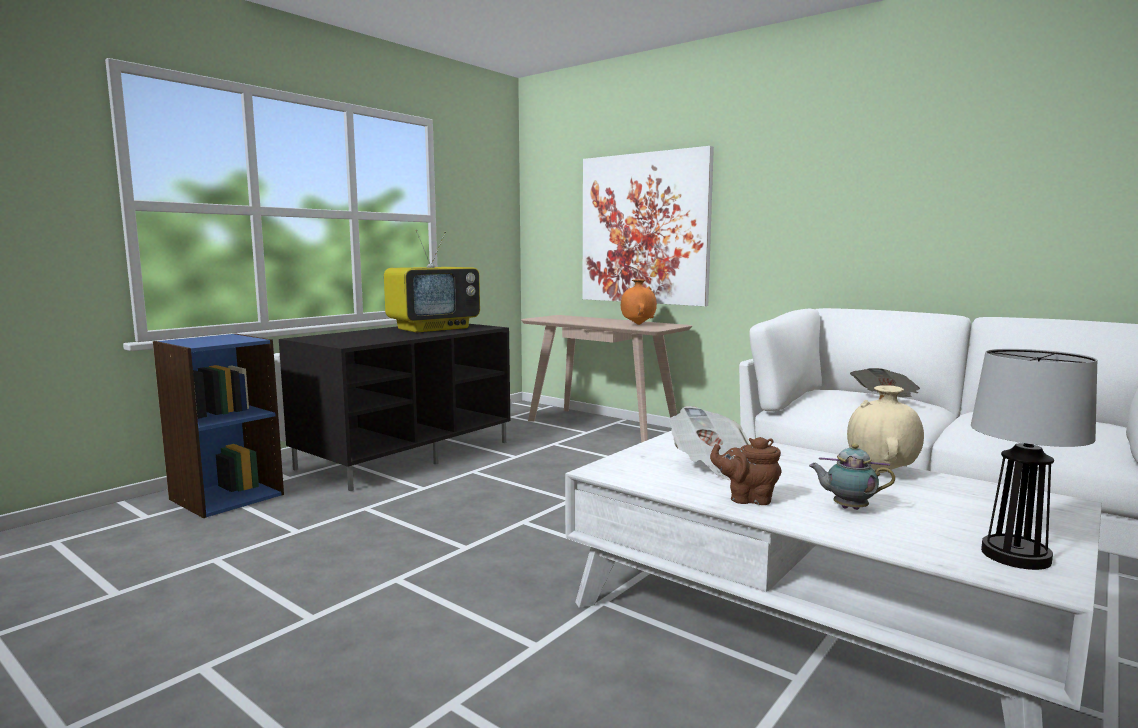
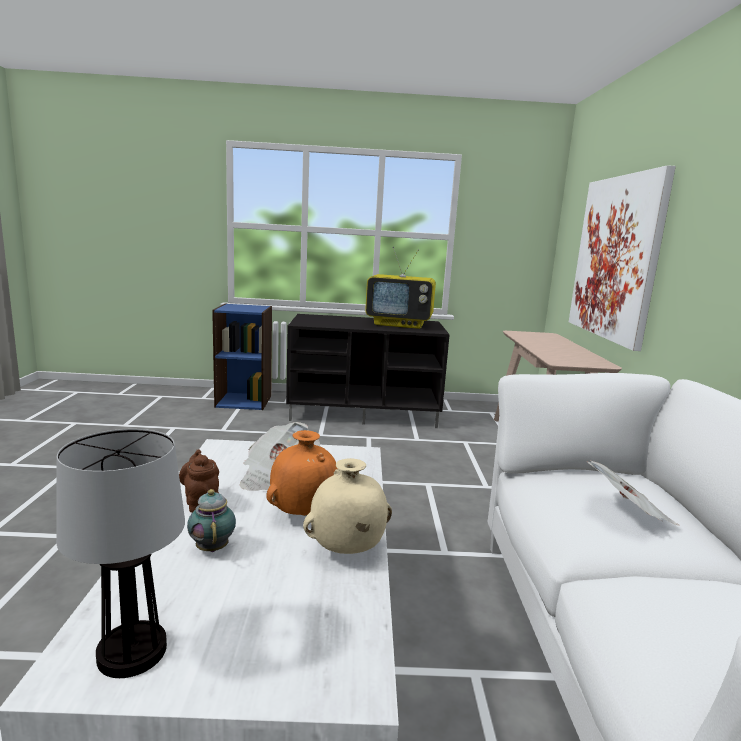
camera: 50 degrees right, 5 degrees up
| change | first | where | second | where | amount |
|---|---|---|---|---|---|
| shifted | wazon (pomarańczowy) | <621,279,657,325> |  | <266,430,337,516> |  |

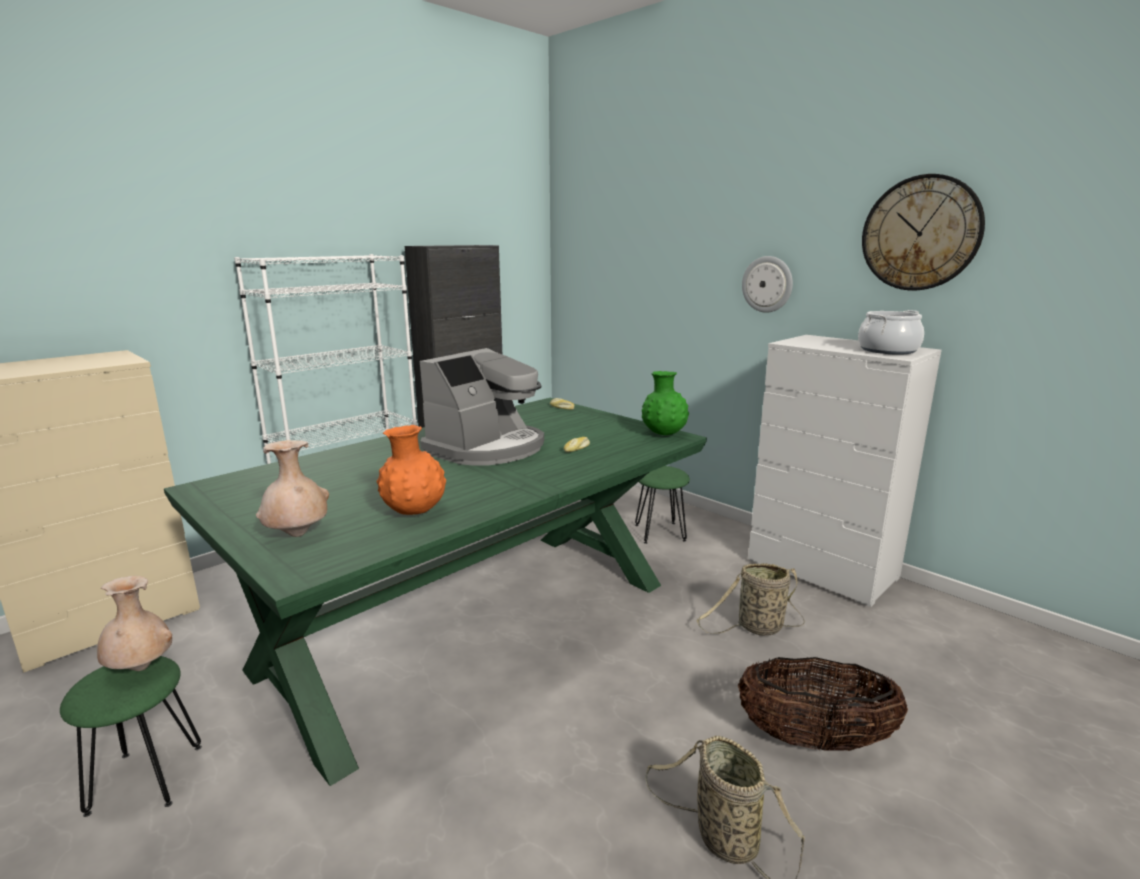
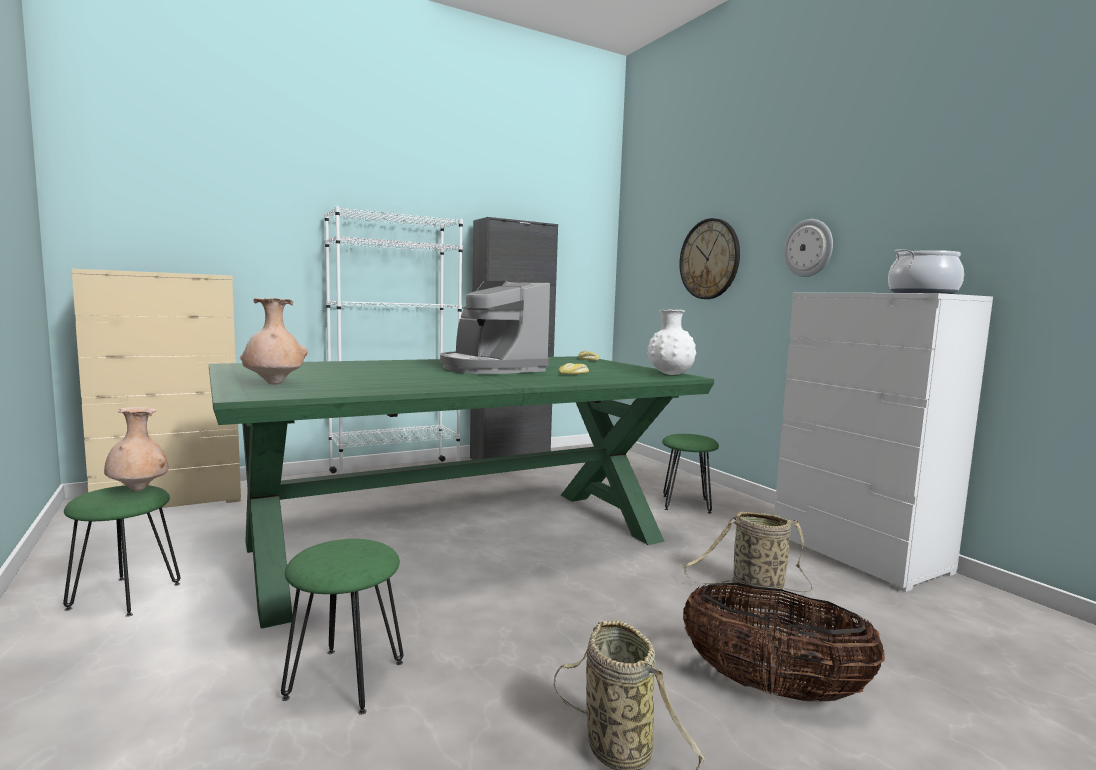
camera: 15 degrees right, 10 degrees down
| change | first | where | second | where | amount |
|---|---|---|---|---|---|
| gone | wazon (pomarańczowy) | <376,425,446,515> |  |  |  |
| rotated | ekspres do kawy | <420,348,544,466> |  | <440,281,550,374> | 90 degrees clockwise |
| repainted | wazon (zielony) | <642,371,689,435> | wazon (biały) | <647,309,696,375> |  |
| shifted | zegar ścienny | <862,174,985,290> |  | <679,218,740,299> |  |
| new |  |  | stołek (zielony) | <281,539,403,715> |  |

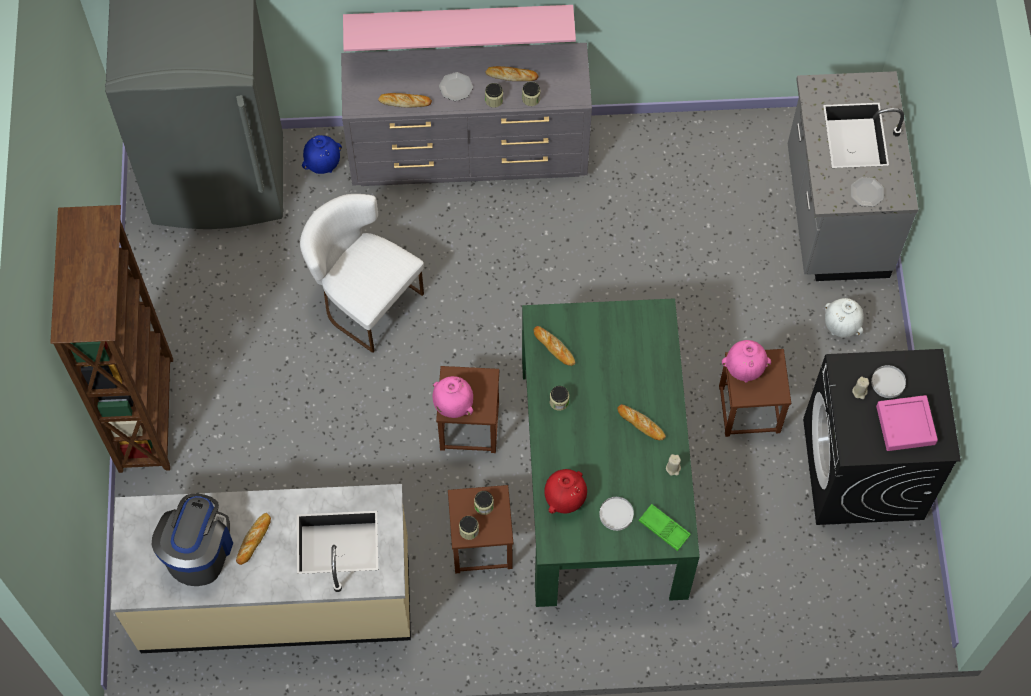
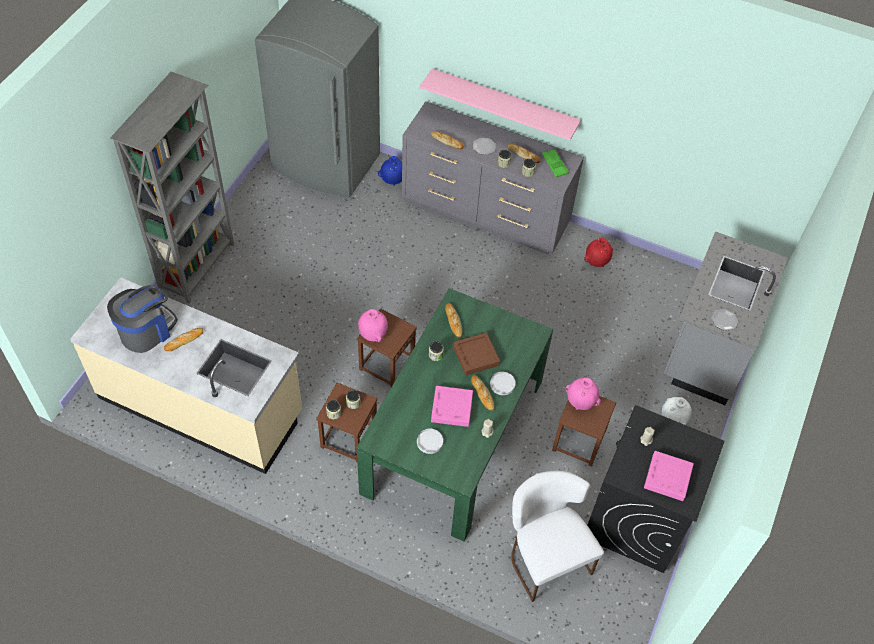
camera: 25 degrees right, 10 degrees down
| change | first | where | second | where | amount |
|---|---|---|---|---|---|
| repainted | regał (brązowy) | <50,205,173,473> | regał (szary) | <110,71,234,303> |  |
| shifted | krzesło (biały) | <300,194,424,353> |  | <511,471,604,602> |  |
| shifted | wazon (czerwony) | <544,469,587,514> |  | <584,238,613,267> |  |
| shifted | taca (zielony) | <639,504,691,551> |  | <542,149,569,177> |  |
| shifted | talerz (biały) | <871,365,906,398> |  | <490,372,516,395> |  |
| new |  |  | taca (różowy) | <431,386,473,427> |  |
| new |  |  | taca (brązowy) | <453,332,500,375> |  |

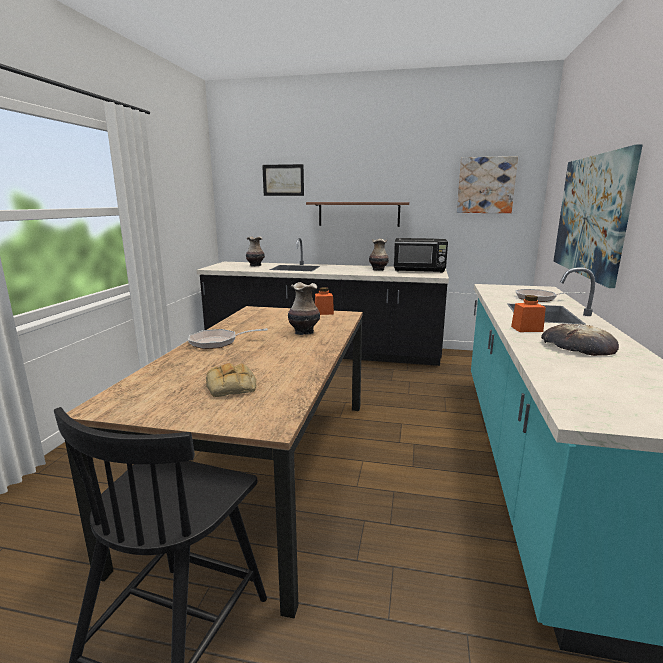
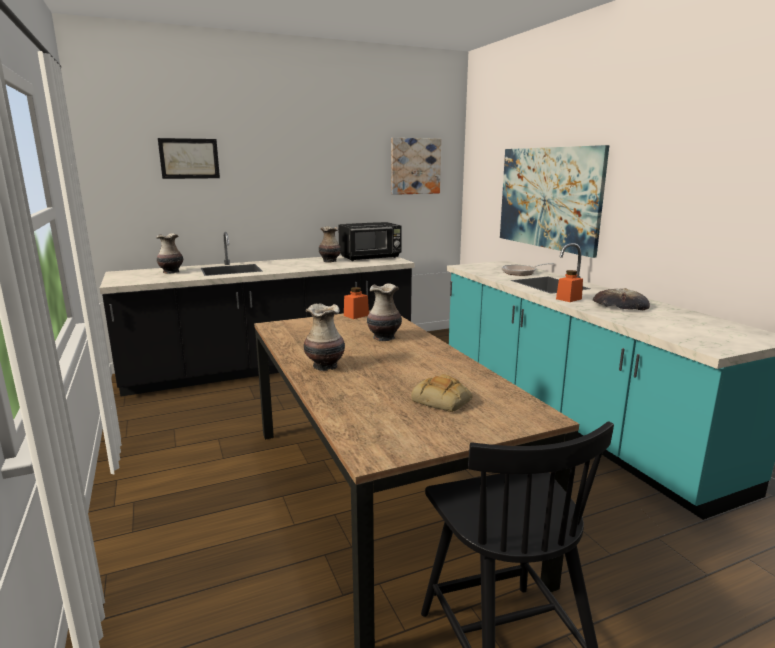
camera: 35 degrees left, 0 degrees up
| change | first | where | second | where | amount |
|---|---|---|---|---|---|
| swapped | patelnia | <188,328,268,349> | wazon | <304,303,345,371> |  |
| gone | półka | <306,202,410,227> |  |  |  |

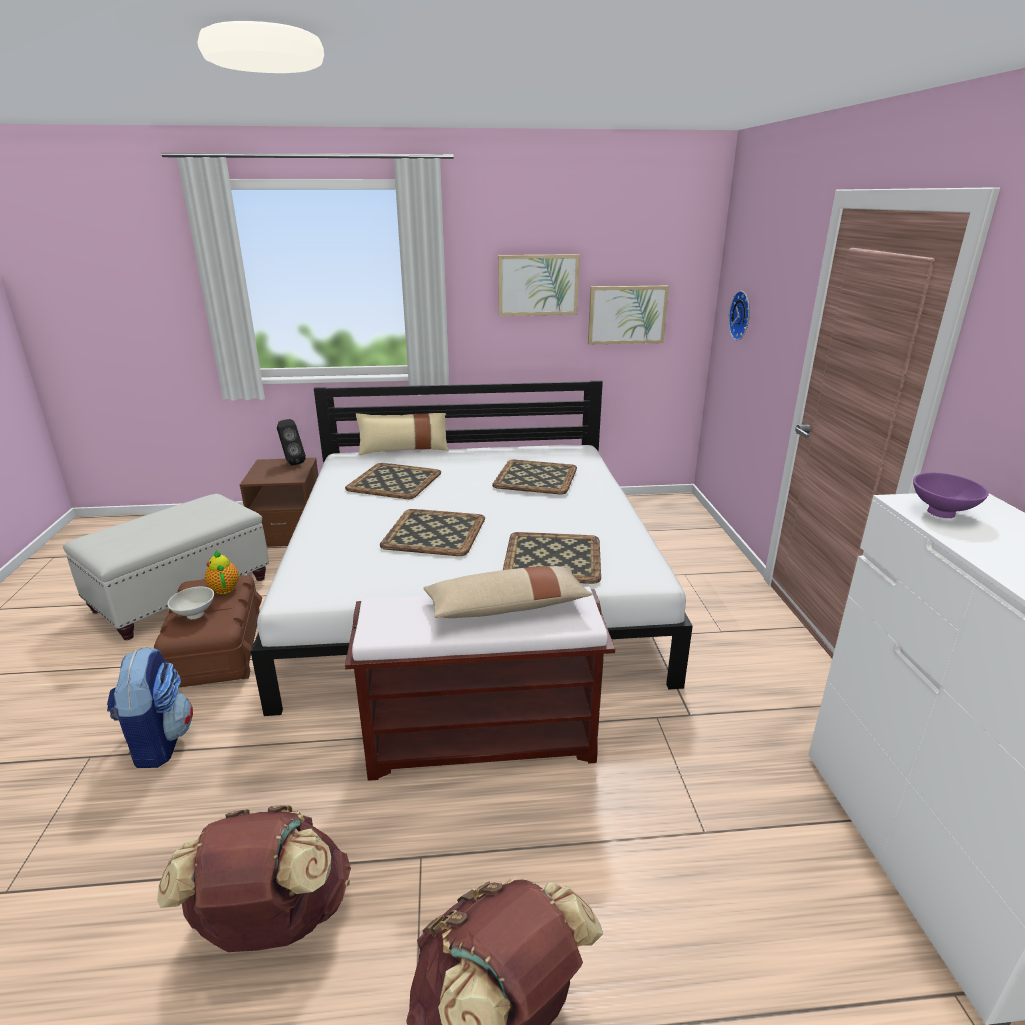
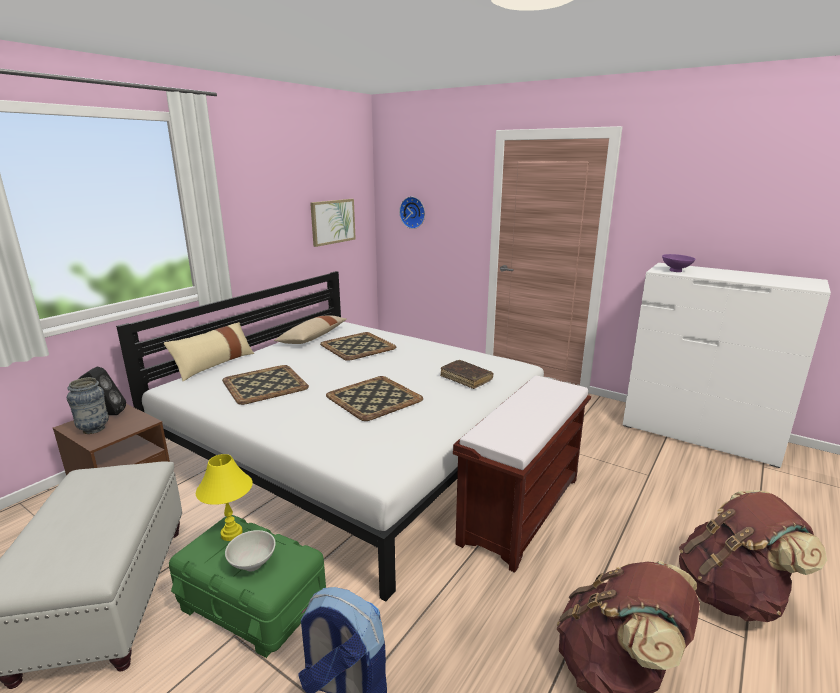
camera: 50 degrees left, 5 degrees down
| change | first | where | second | where | amount |
|---|---|---|---|---|---|
| repainted | pojemnik do przechowywania (brązowy) | <154,575,262,687> | pojemnik do przechowywania (zielony) | <169,515,326,658> |  |
| swapped | imbryk | <205,549,239,594> | lampa stołowa (żółty) | <196,454,253,541> |  |
| shifted | poduszka (beżowy) | <424,566,593,618> |  | <274,315,347,344> |  |
| gone | obraz | <498,254,580,316> |  |  |  |
| swapped | taca | <503,532,601,584> | książka (brązowy) | <440,360,493,389> |  |
| new |  |  | wazon | <67,377,109,434> |  |

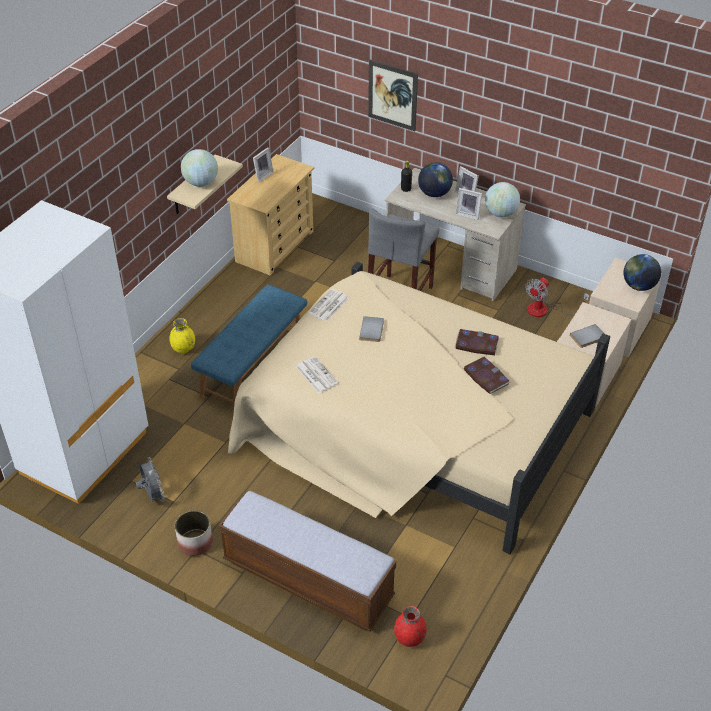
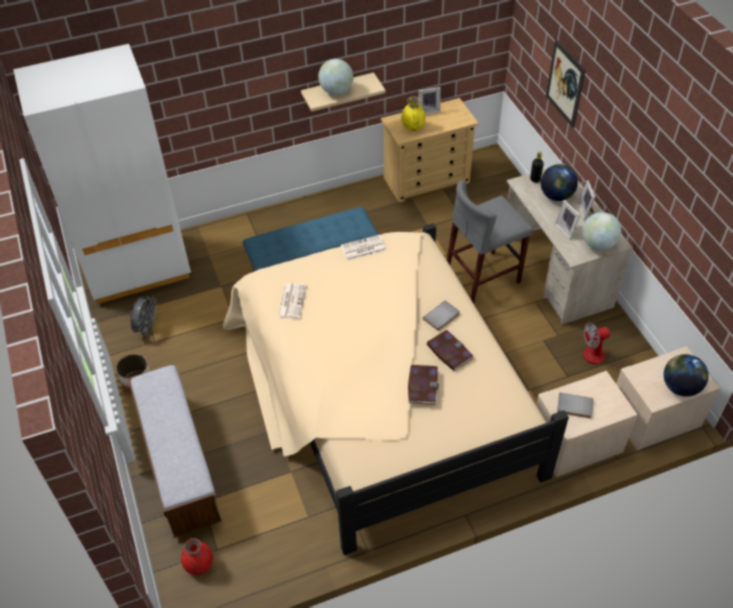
camera: 40 degrees right, 5 degrees up
| change | first | where | second | where | amount |
|---|---|---|---|---|---|
| shifted | wazon (żółty) | <169,318,195,353> |  | <401,97,425,131> |  |
| shifted | książka (szary) | <359,316,384,342> |  | <423,300,460,331> |  |

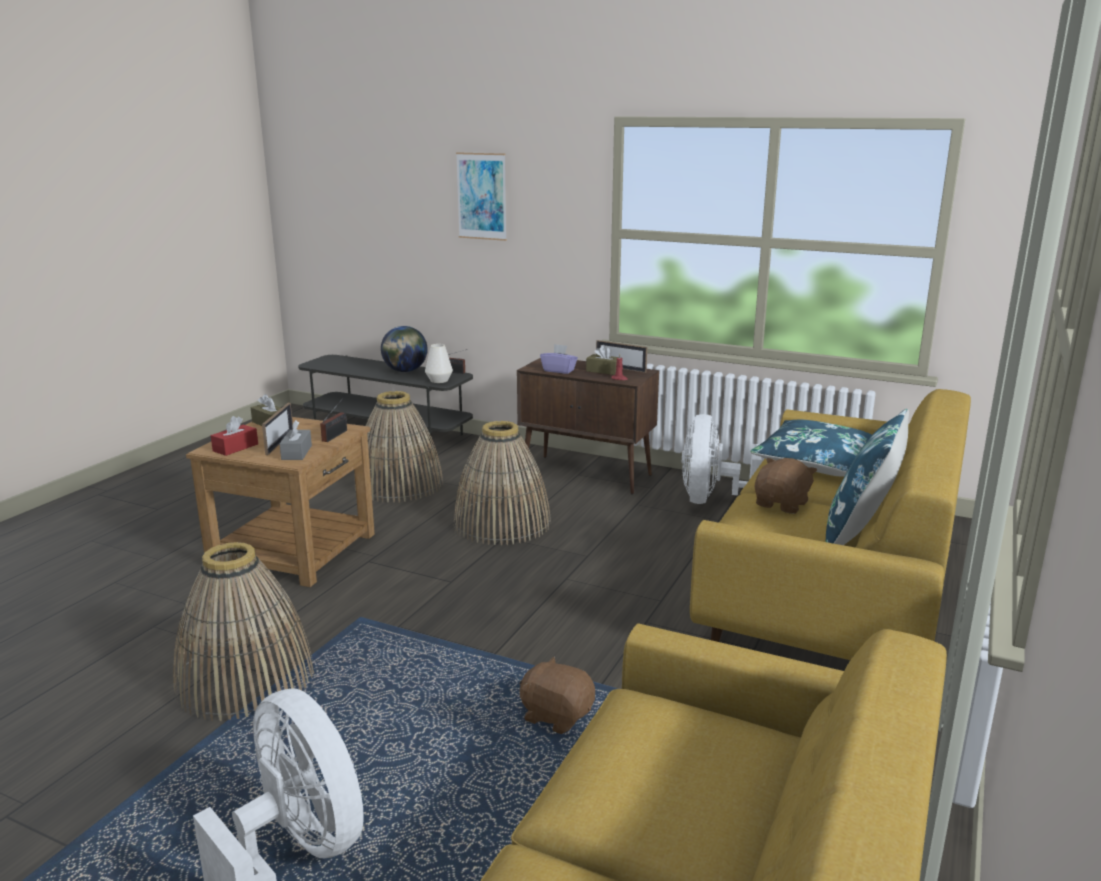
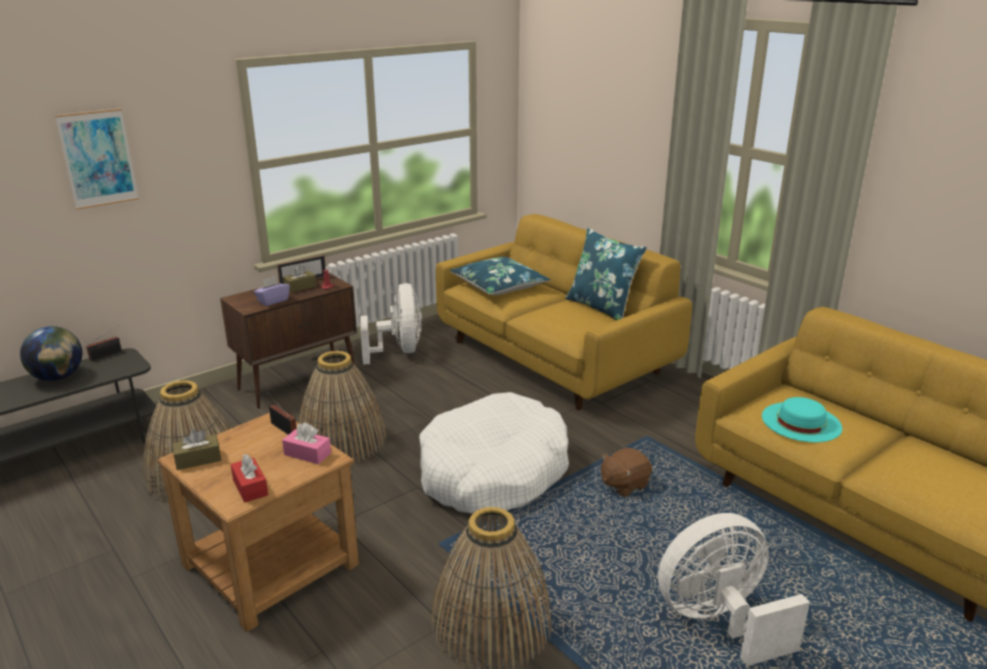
camera: 65 degrees left, 5 degrees up
| change | first | where | second | where | amount |
|---|---|---|---|---|---|
| gone | ramka na zdjęcie | <262,403,293,455> |  |  |  |
| repainted | pudełko chusteczek (szary) | <280,420,312,460> | pudełko chusteczek (różowy) | <282,423,331,464> |  |
| gone | wazon (biały) | <425,344,453,383> |  |  |  |
| rotated | wentylator (biały) | <682,414,761,504> |  | <360,283,422,365> | 135 degrees counterclockwise |
| gone | pluszak (brązowy) | <754,458,817,514> |  |  |  |
| new |  |  | legowisko (biały) | <419,392,569,514> |  |
| new |  |  | kapelusz (turkusowy) | <762,397,842,442> |  |

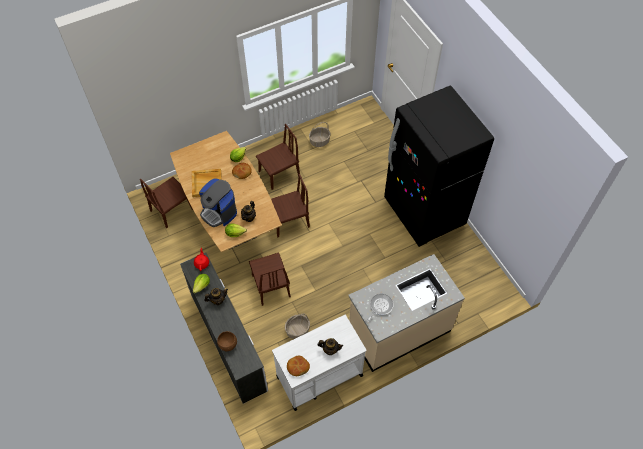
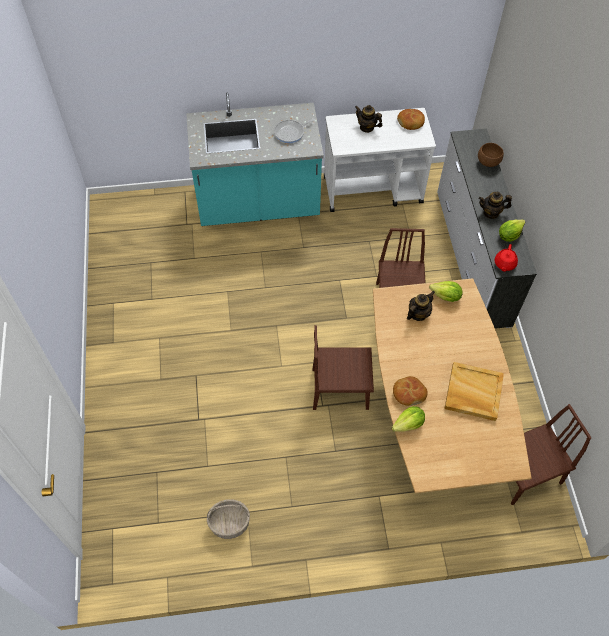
camera: 160 degrees left, 0 degrees up
| change | first | where | second | where | amount |
|---|---|---|---|---|---|
| gone | ekspres do kawy | <199,179,237,227> |  |  |  |
| gone | krzesło (brązowy) | <256,124,300,190> |  |  |  |
| gone | koszyk | <285,314,310,339> |  |  |  |
| repainted | zabudowa kuchenna (beżowy) | <348,254,465,372> | zabudowa kuchenna (turkusowy) | <186,92,324,226> |  |
| gone | lodówka (czarny) | <384,85,494,247> |  |  |  |

